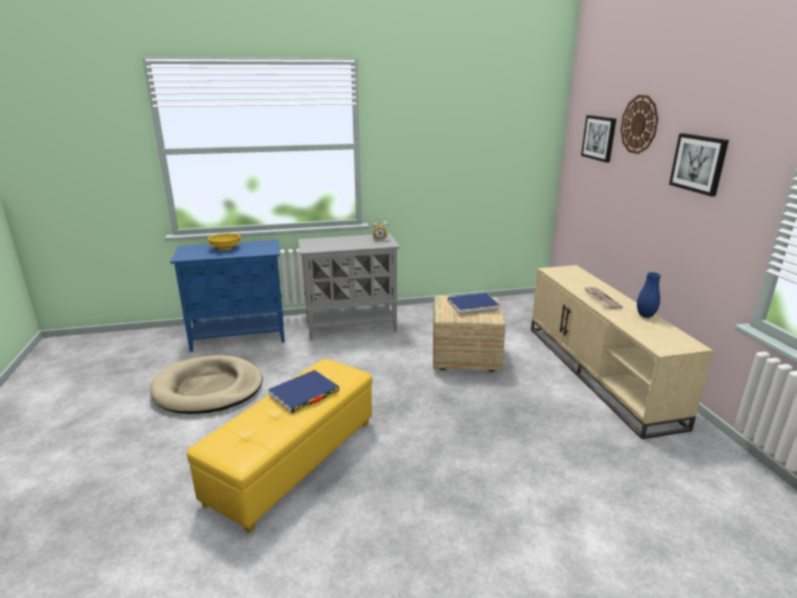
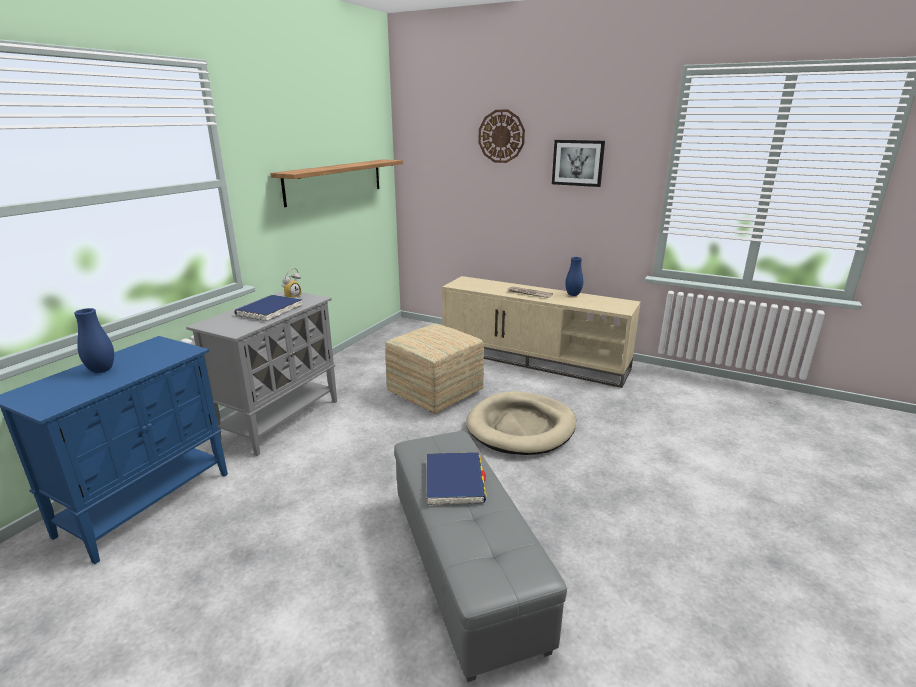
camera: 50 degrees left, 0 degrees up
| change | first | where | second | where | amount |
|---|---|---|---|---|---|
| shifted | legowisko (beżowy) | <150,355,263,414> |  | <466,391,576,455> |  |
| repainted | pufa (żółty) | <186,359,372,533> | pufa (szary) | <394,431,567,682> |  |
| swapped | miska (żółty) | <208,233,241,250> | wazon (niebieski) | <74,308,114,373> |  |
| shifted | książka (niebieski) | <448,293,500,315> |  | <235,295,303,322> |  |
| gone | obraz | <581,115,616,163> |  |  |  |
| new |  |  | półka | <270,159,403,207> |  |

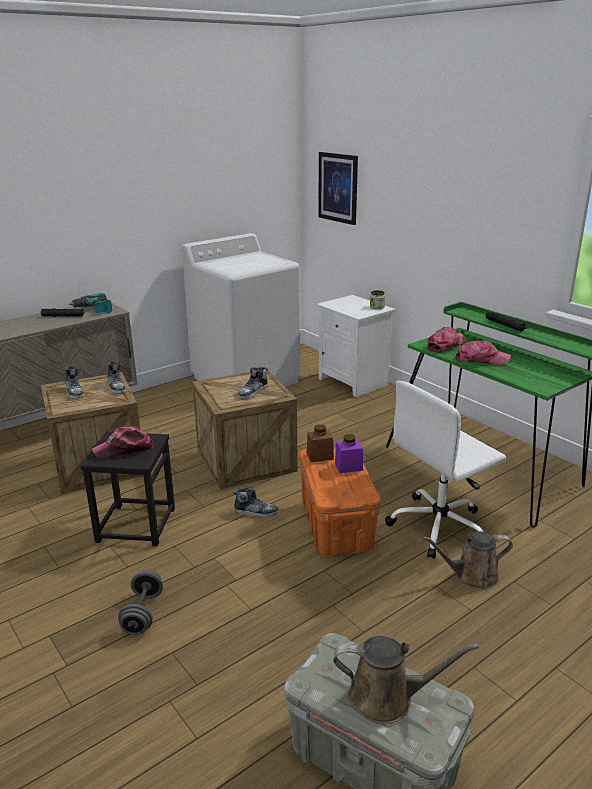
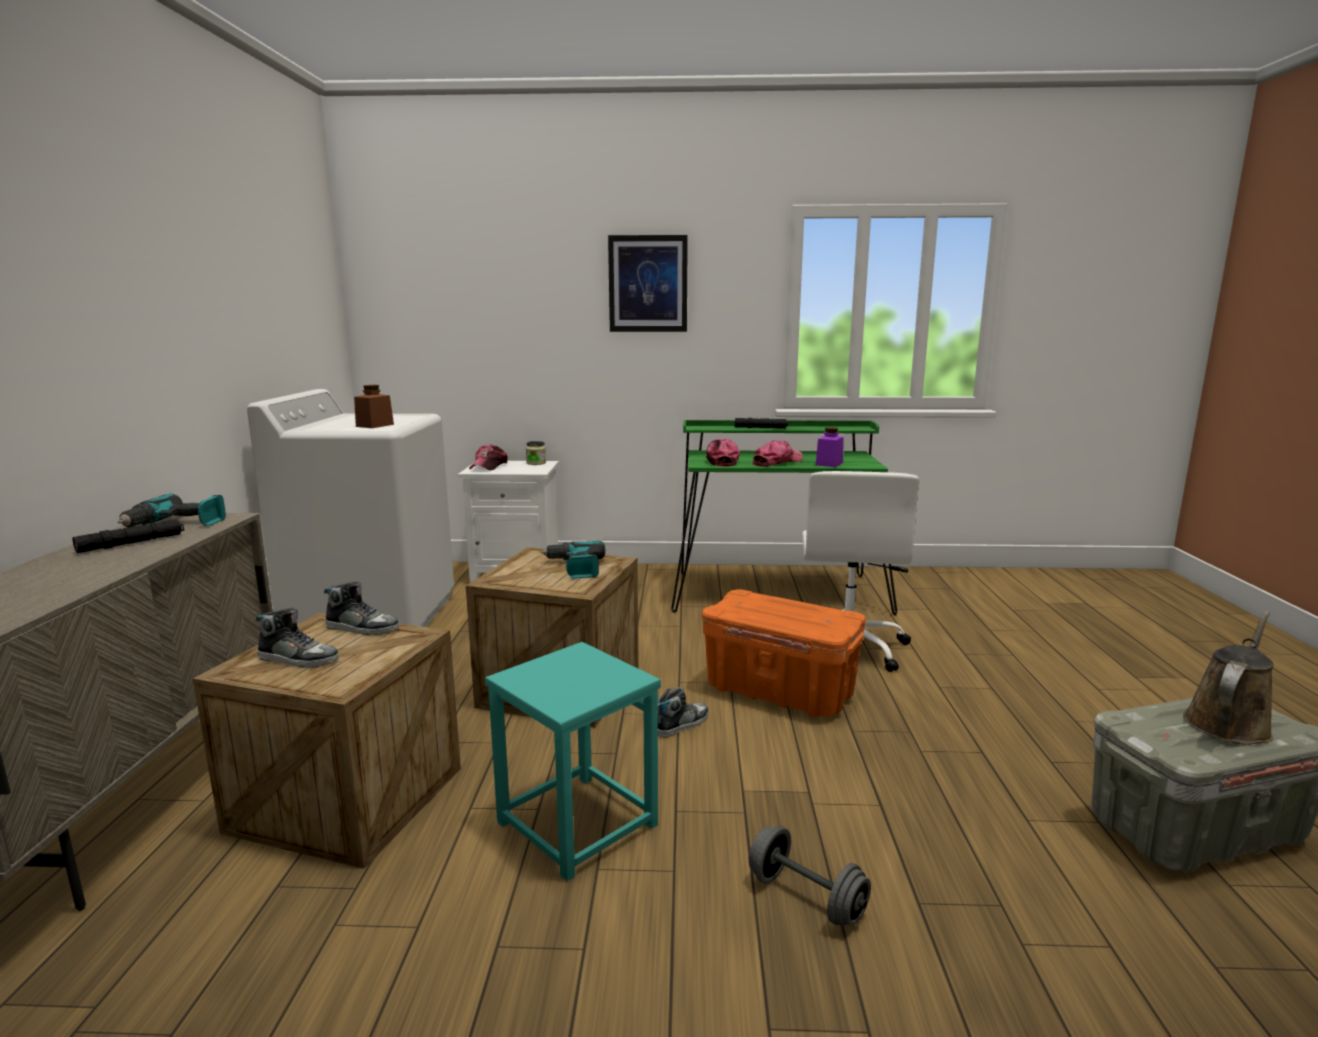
camera: 50 degrees left, 10 degrees down
| change | first | where | second | where | amount |
|---|---|---|---|---|---|
| repainted | stołek (czarny) | <80,432,175,546> | stołek (turkusowy) | <485,642,661,881> |  |
| shifted | czapka z daszkiem | <92,427,154,460> |  | <469,444,508,471> |  |
| swapped | but | <238,367,268,399> | wiertarka | <540,541,605,579> |  |
| shifted | słoik (brązowy) | <307,424,334,462> |  | <354,385,394,428> |  |
| shifted | obraz | <318,152,358,225> |  | <608,235,688,332> |  |
| shifted | słoik (fioletowy) | <335,434,363,473> |  | <816,427,844,467> |  |
| gone | konewka (brązowy) | <422,532,513,589> |  |  |  |

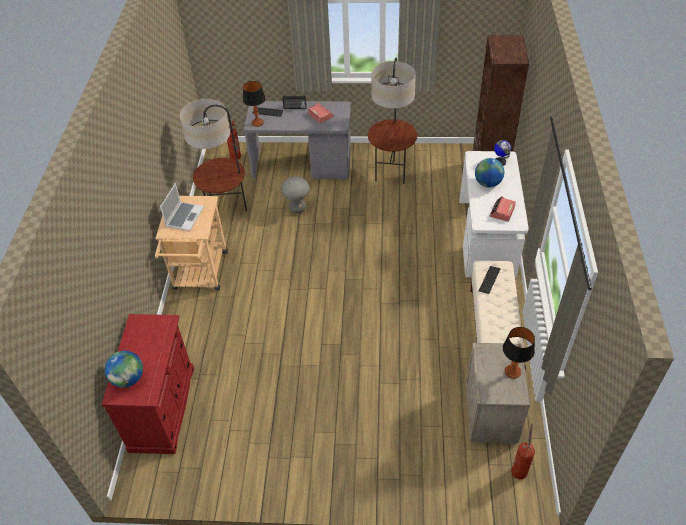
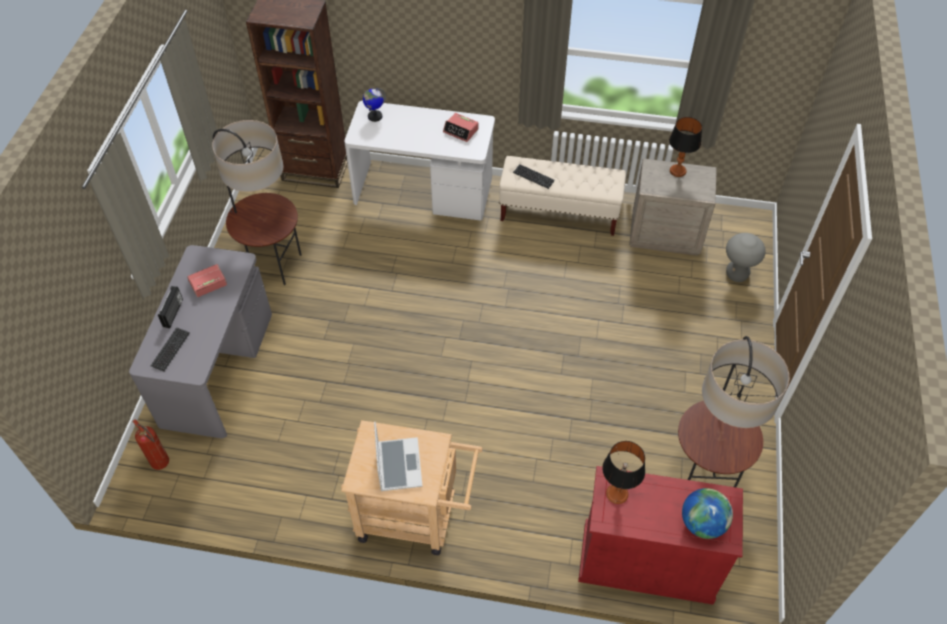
camera: 85 degrees left, 5 degrees up
| change | first | where | second | where | amount |
|---|---|---|---|---|---|
| rotated | laptop | <160,183,204,231> |  | <374,422,423,491> | 60 degrees clockwise |
| shifted | lampa stojąca | <180,99,247,212> |  | <678,336,789,487> |  |
| shifted | lampa stołowa | <243,81,266,127> |  | <602,441,645,504> |  |
| shifted | stołek (szary) | <281,176,309,214> |  | <726,233,766,282> |  |
| gone | globus | <475,158,504,187> |  |  |  |
| gone | gaśnica | <511,424,535,479> |  |  |  |

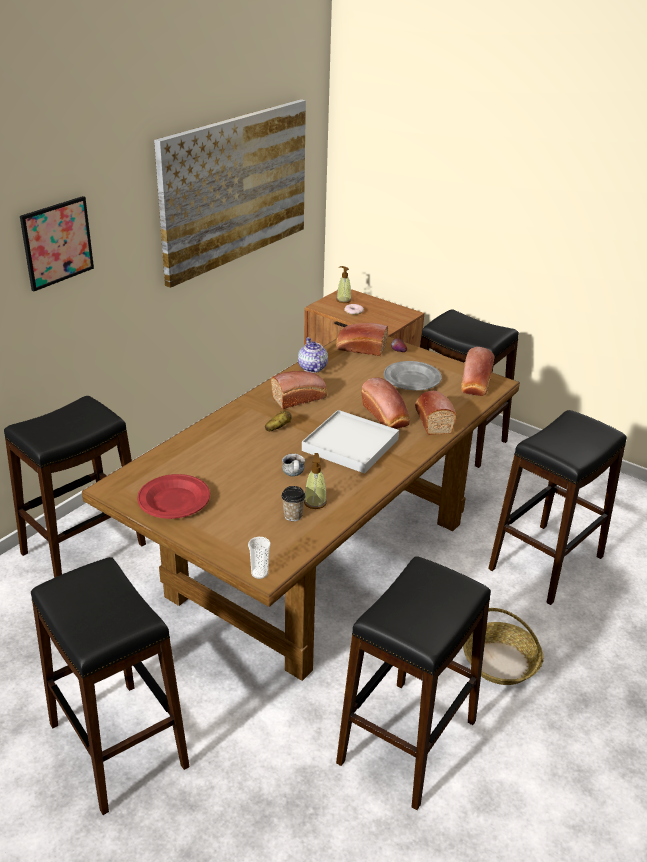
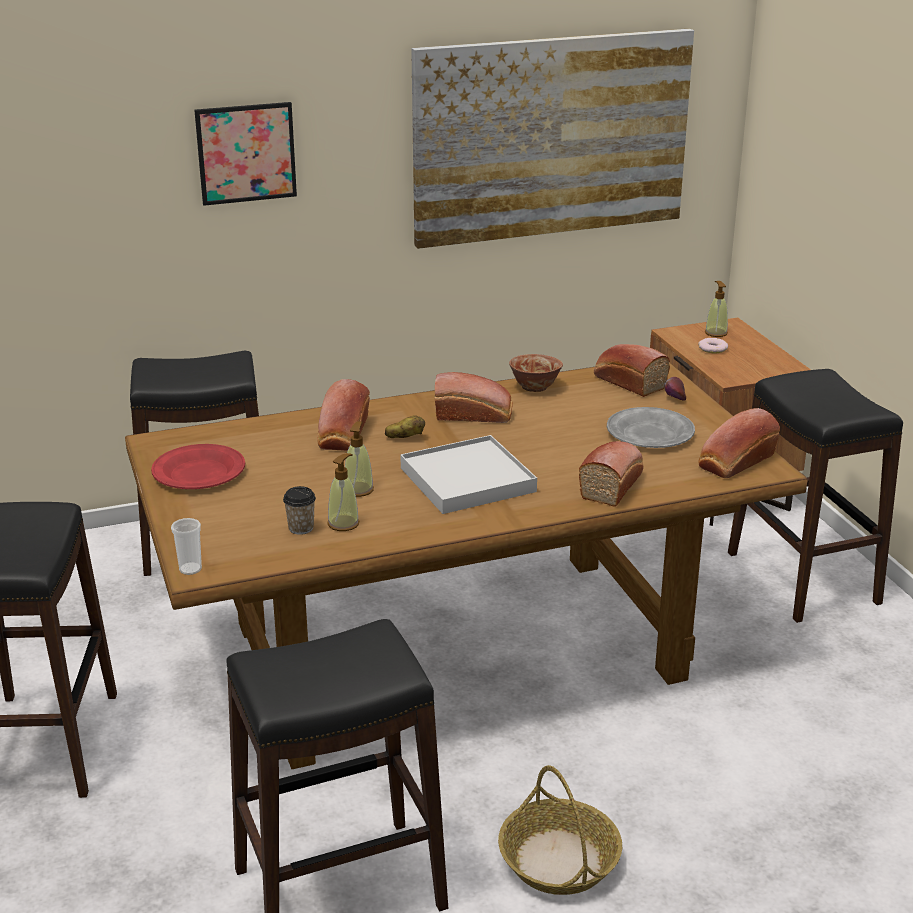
camera: 35 degrees right, 5 degrees down
| change | first | where | second | where | amount |
|---|---|---|---|---|---|
| swapped | kubek | <282,454,305,476> | dozownik mydła | <345,421,374,497> |  |
| swapped | imbryk | <298,337,328,373> | miska | <509,354,563,392> |  |
| shifted | chleb | <361,377,410,429> |  | <317,379,370,451> |  |
| gone | stołek (czarny) | <488,410,627,605> |  |  |  |

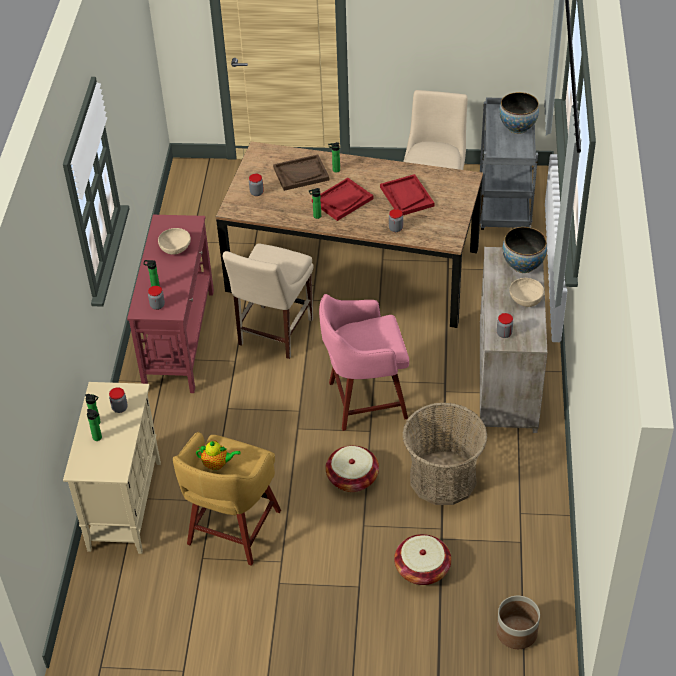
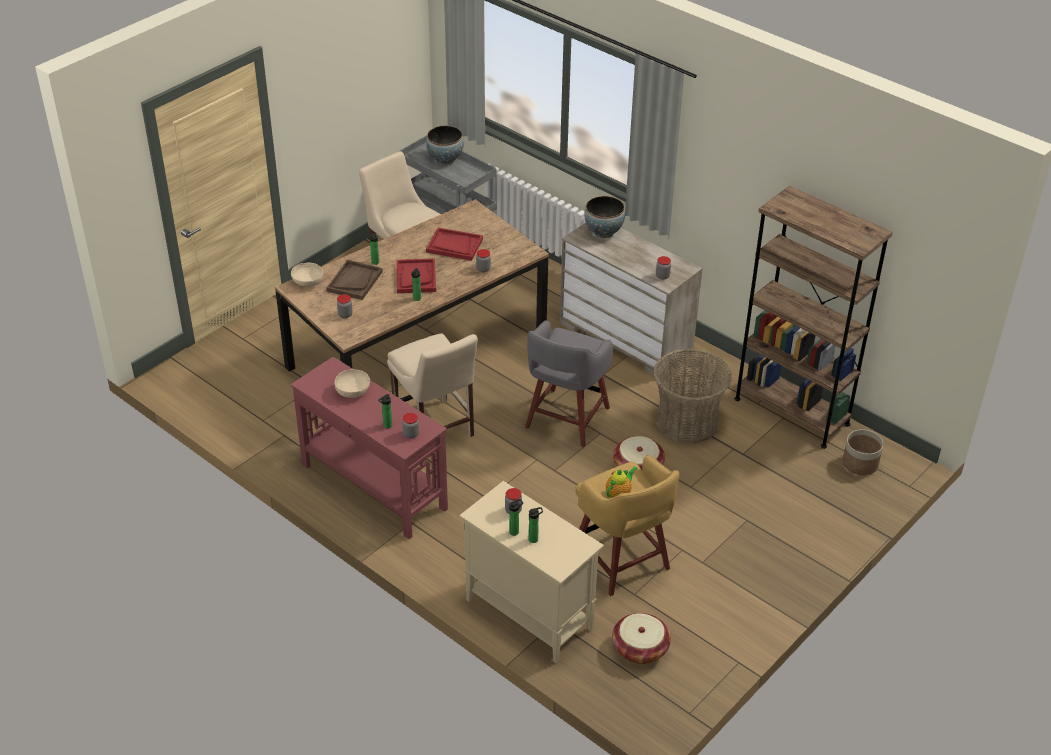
camera: 55 degrees left, 5 degrees down
| change | first | where | second | where | amount |
|---|---|---|---|---|---|
| repainted | stołek (różowy) | <319,294,409,431> | stołek (szary) | <525,320,613,447> |  |
| shifted | koszyk | <394,534,451,585> |  | <612,613,671,664> |  |
| shifted | miska (beżowy) | <509,278,544,307> |  | <291,262,324,287> |  |
| new |  |  | regał (brązowy) | <734,186,893,449> |  |

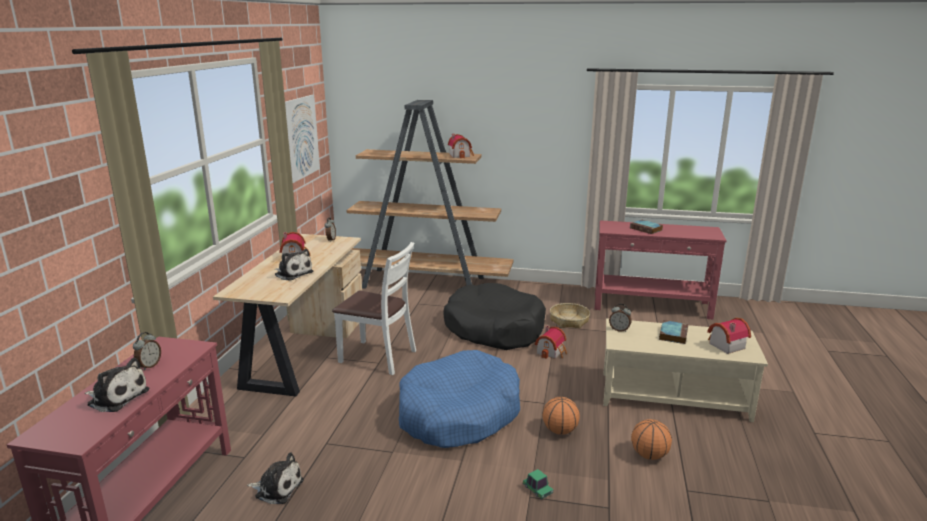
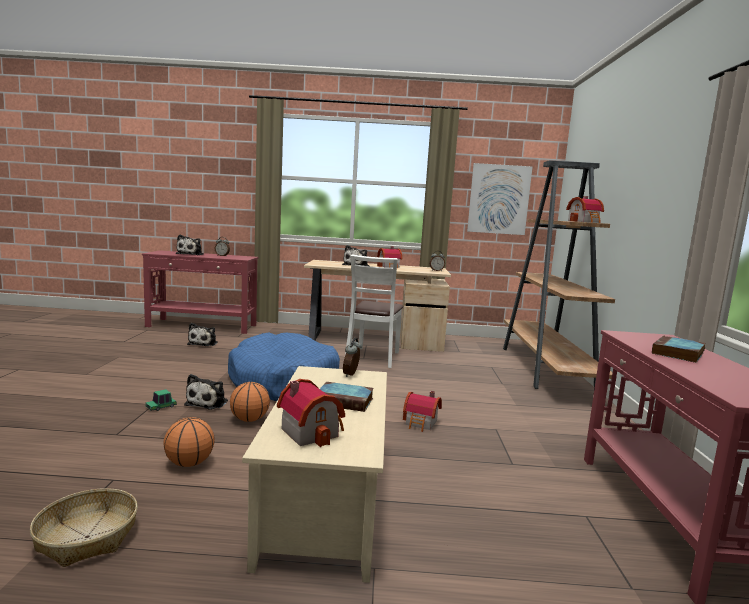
camera: 80 degrees right, 10 degrees down
| change | first | where | second | where | amount |
|---|---|---|---|---|---|
| gone | legowisko (czarny) | <443,283,546,350> |  |  |  |
| shifted | koszyk | <550,303,590,329> |  | <30,488,138,567> |  |
| new |  |  | pluszak | <184,374,228,409> |  |

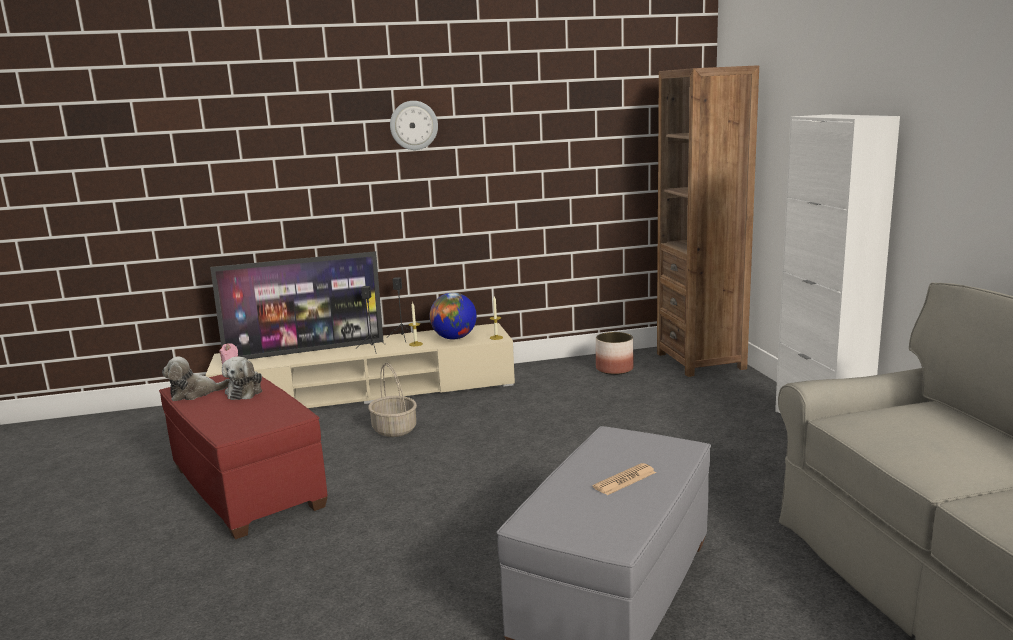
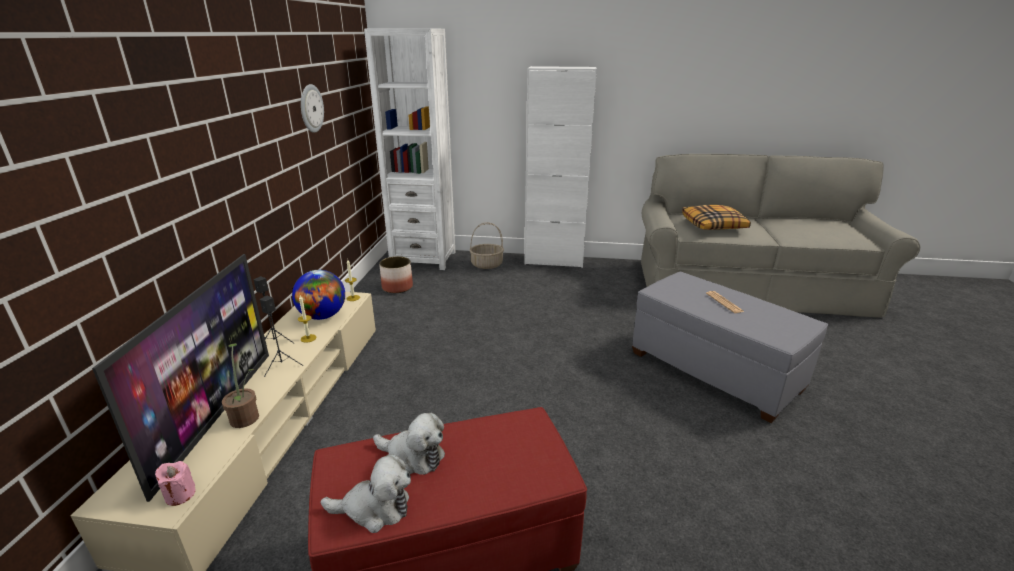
camera: 70 degrees left, 10 degrees up
| change | first | where | second | where | amount |
|---|---|---|---|---|---|
| rotated | pluszak | <162,357,230,401> |  | <321,454,411,533> | 90 degrees counterclockwise |
| shifted | koszyk | <368,363,417,437> |  | <470,222,504,269> |  |
| shifted | zegar ścienny | <390,101,438,150> |  | <301,84,324,133> |  |
| repainted | regał (brązowy) | <657,65,759,377> | regał (biały) | <364,28,455,270> |  |
| new |  |  | roślina doniczkowa | <222,343,259,428> |  |
| new |  |  | poduszka | <682,205,751,230> |  |

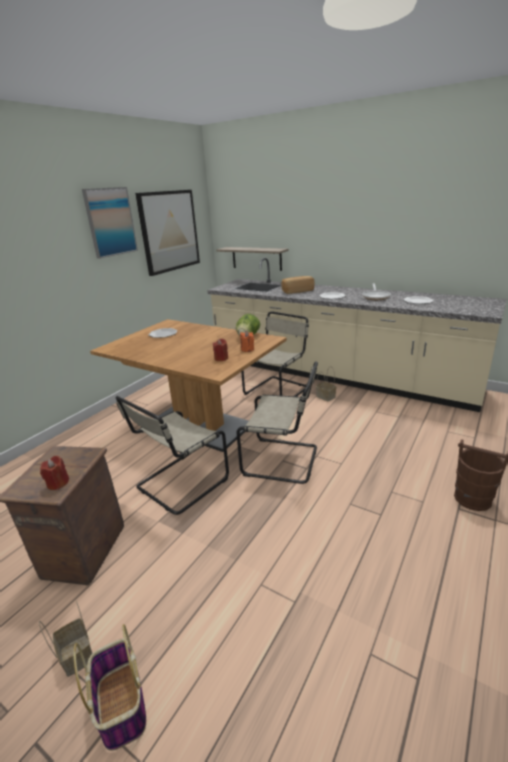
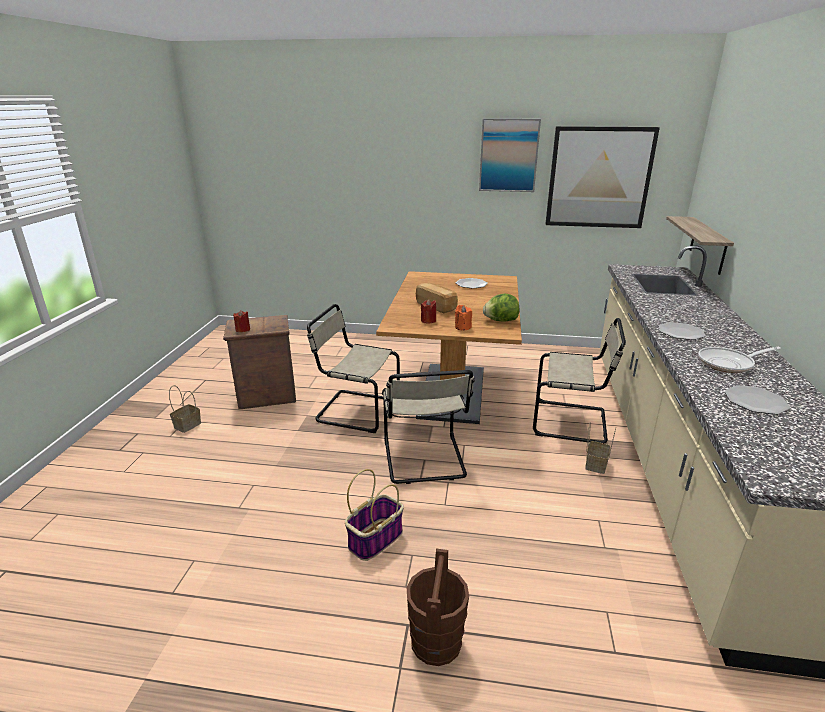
camera: 65 degrees right, 0 degrees up
| change | first | where | second | where | amount |
|---|---|---|---|---|---|
| shifted | koszyk | <73,624,146,751> |  | <345,469,404,561> |  |
| shifted | chleb | <281,276,315,294> |  | <416,283,458,313> |  |

